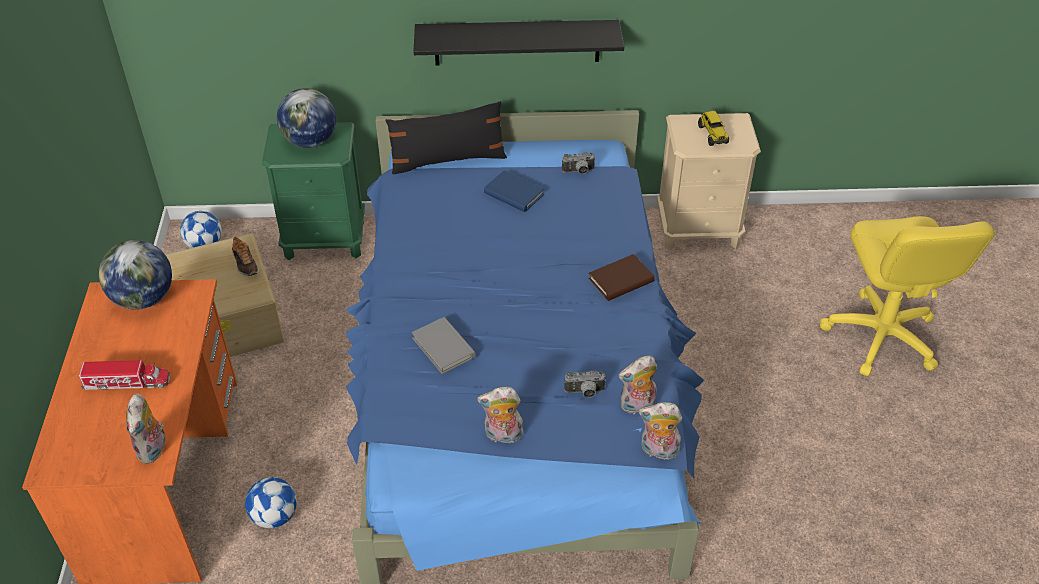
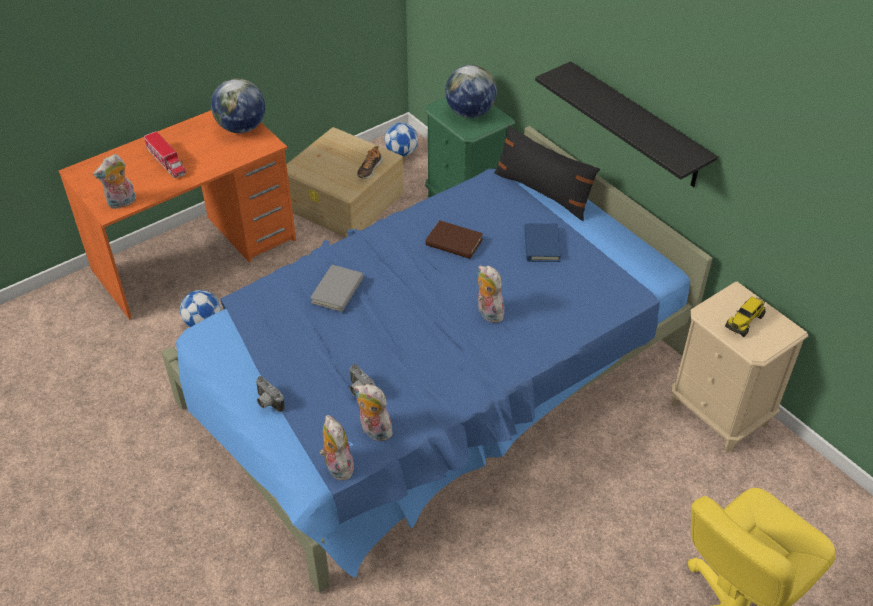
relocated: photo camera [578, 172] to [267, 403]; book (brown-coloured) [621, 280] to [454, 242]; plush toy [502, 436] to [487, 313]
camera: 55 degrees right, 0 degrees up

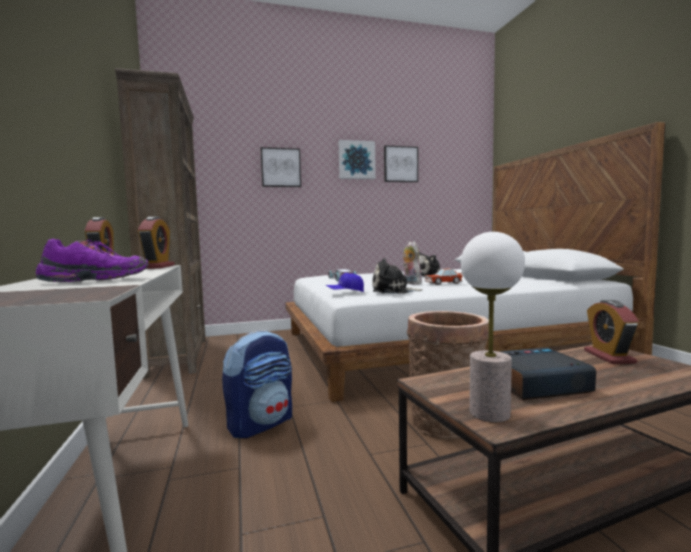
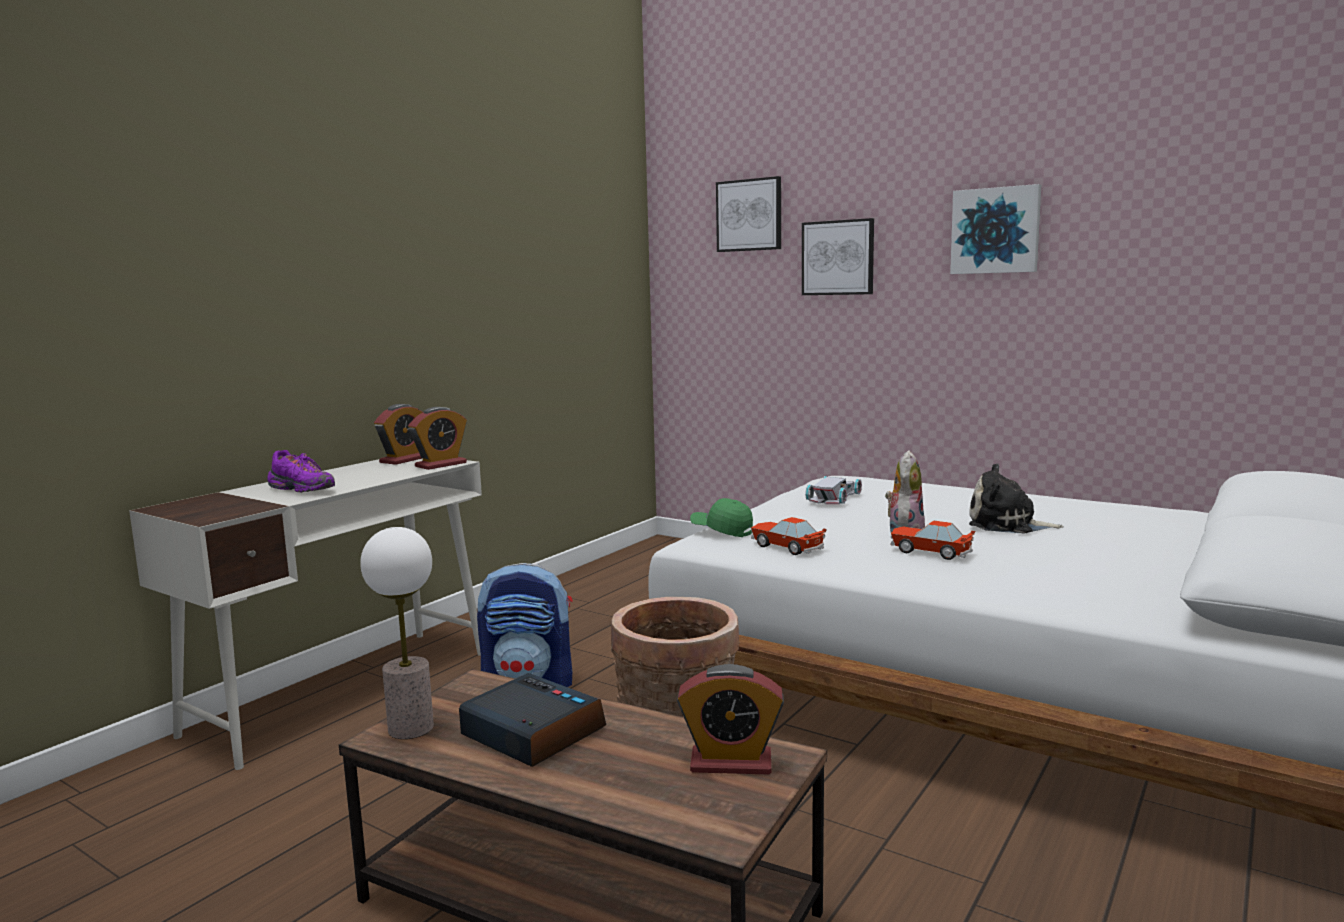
missing: bookshelf (brown-coloured) [178, 356]
relocated: picture [400, 164] to [749, 215]
exchanged: plush toy [393, 291] to toy car [786, 547]
colour: peaked cap (bluish) [345, 292] to peaked cap (green) [722, 531]
spun: alarm clock [609, 356] = [731, 762] 135 degrees counterclockwise
camera: 50 degrees right, 5 degrees up

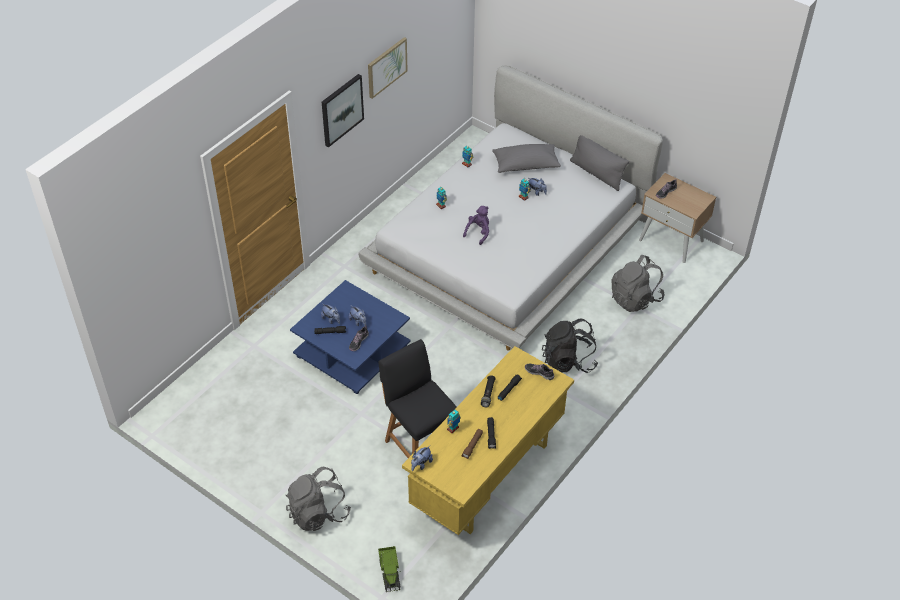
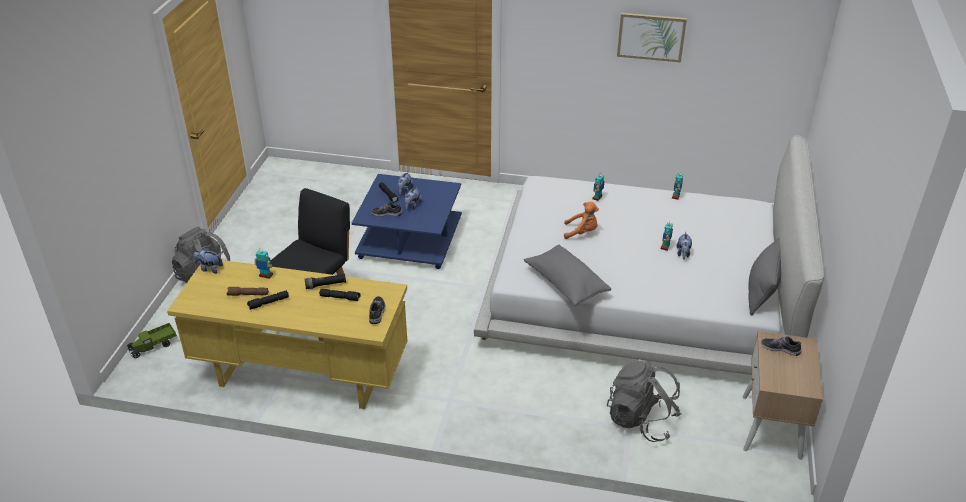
missing: picture [341, 109]; rucksack (blackish) [568, 361]
relocated: pillow (gray) [525, 165] to [565, 284]
colour: plush toy (purple) [478, 232] to plush toy (orange) [582, 232]
camera: 65 degrees right, 10 degrees down

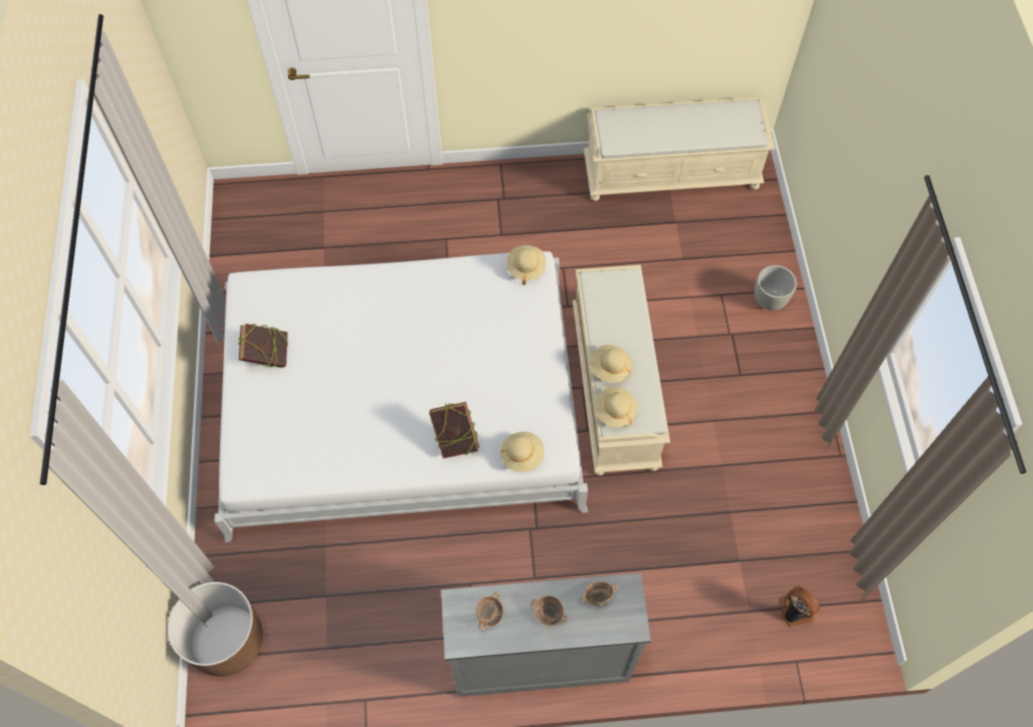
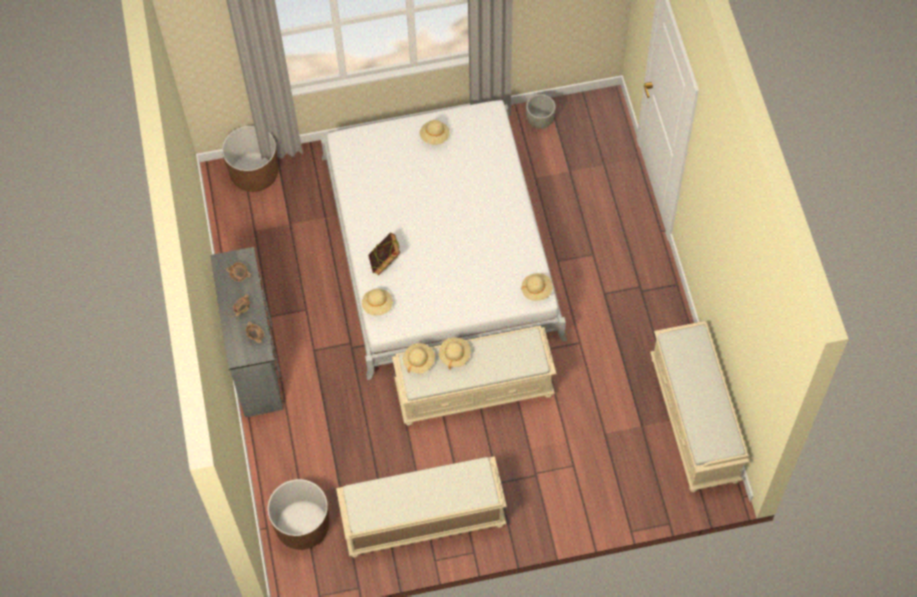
appeared: indoor bench (beige-coloured) [422, 520]
relocated: planter (gray) [770, 300] to [539, 122]
exchanged: electric fan [794, 612] to planter (brown-coloured) [302, 526]; book [268, 357] to wearable hat (beige-coloured) [434, 137]
camera: 85 degrees right, 0 degrees up

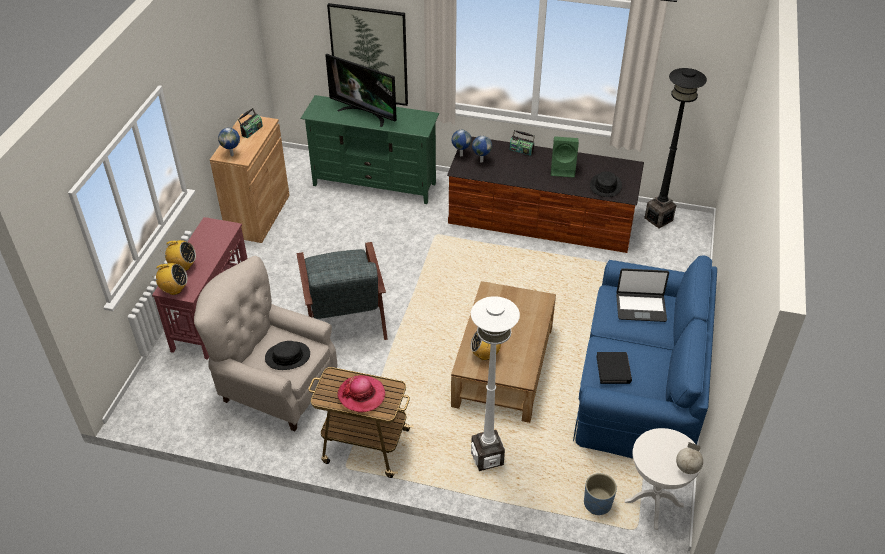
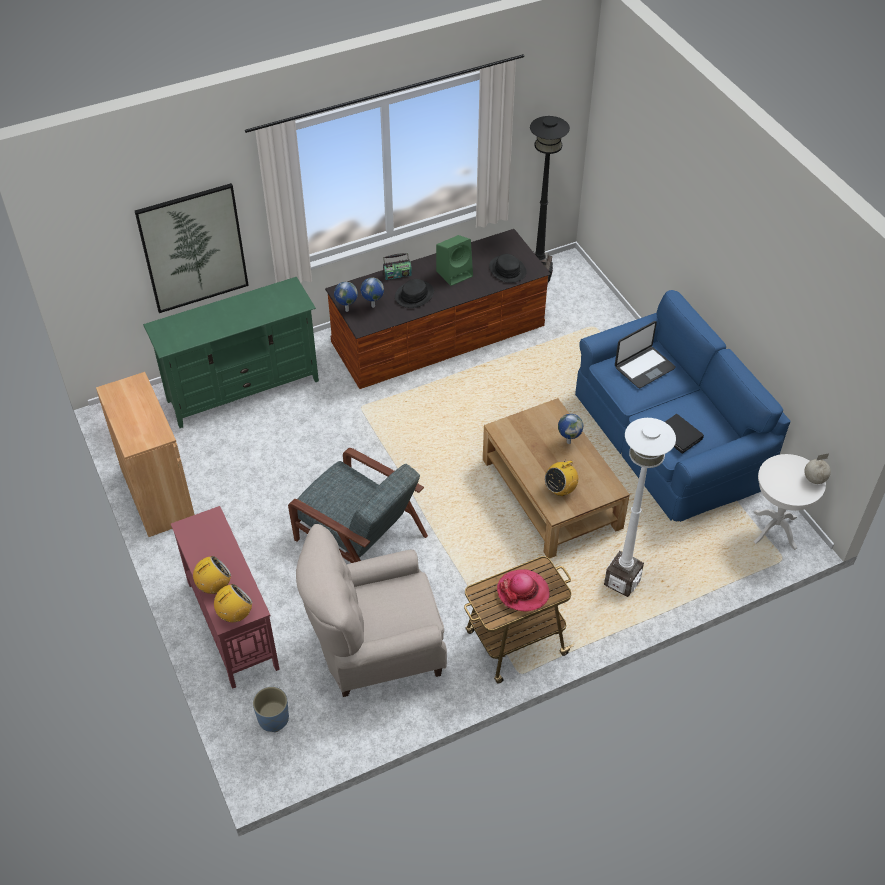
missing: radio [251, 131]; TV set [365, 114]
relocated: planter (bluish) [597, 503] to [273, 719]; wearable hat (blackish) [287, 356] to [414, 295]; world globe [232, 154] to [568, 442]
camera: 40 degrees left, 5 degrees up

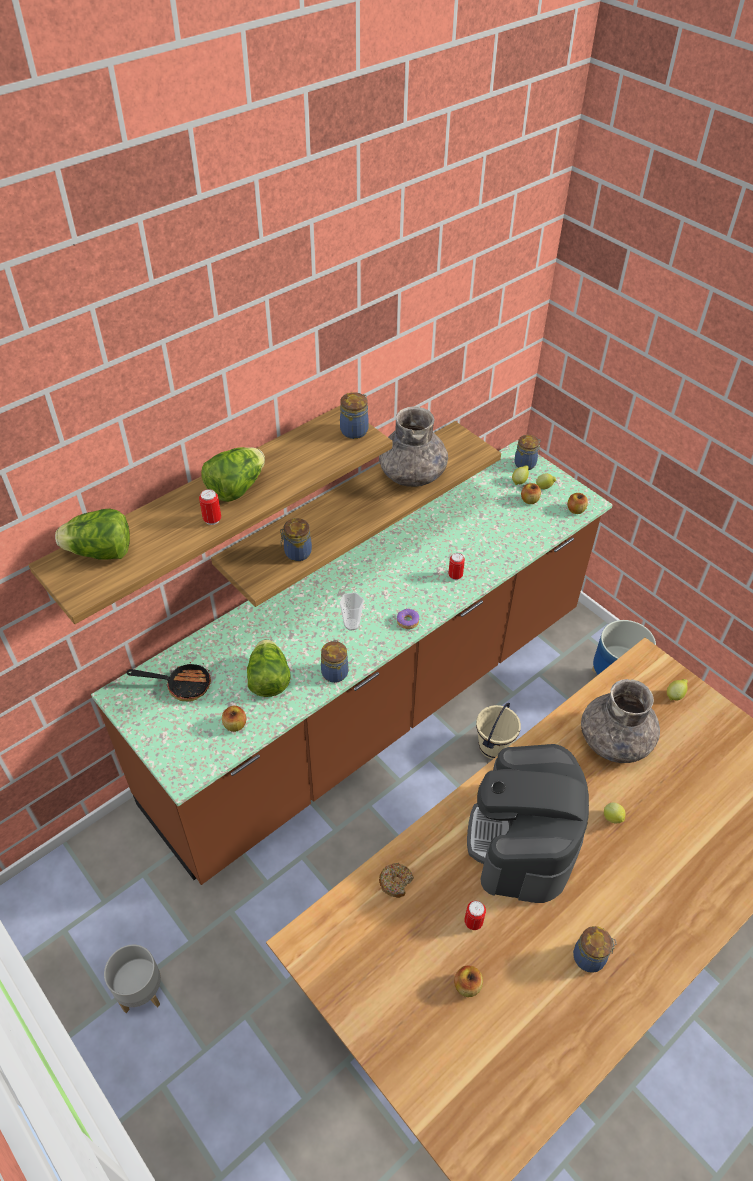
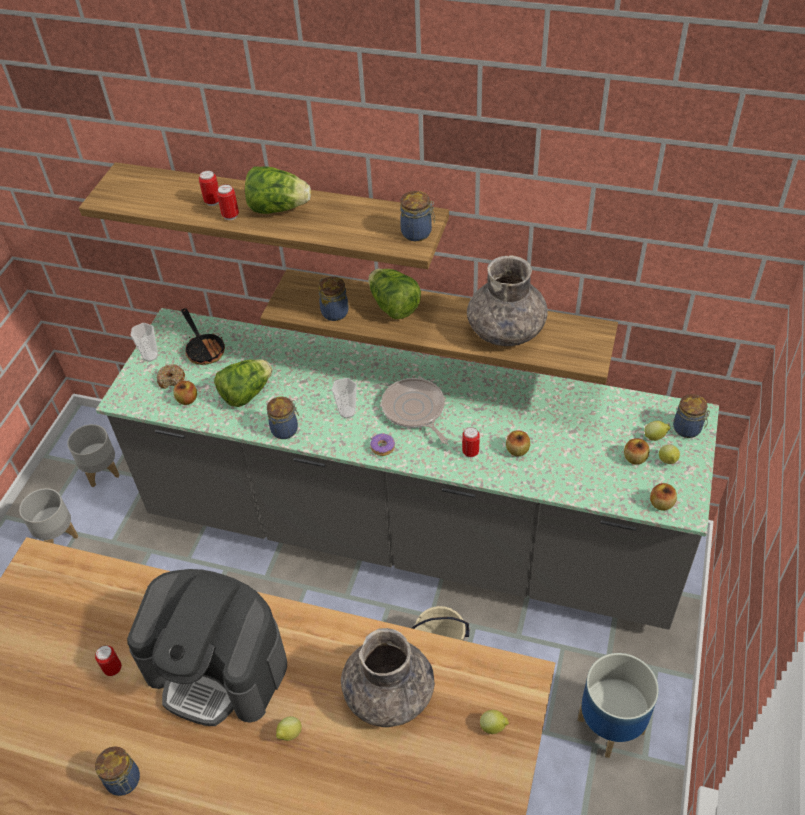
appeared: planter (gray) [101, 472]; cup [150, 356]; can [212, 201]; pan [415, 410]
relocated: donut [396, 882] to [172, 380]; lettuce head [101, 552] to [393, 307]; whole apple [467, 985] to [517, 450]
colour: kitchen counter (brown-coloured) [374, 706] to kitchen counter (gray) [410, 532]
spun: coffee brewer [523, 840] = [218, 667] 135 degrees counterclockwise
camera: 60 degrees right, 0 degrees up

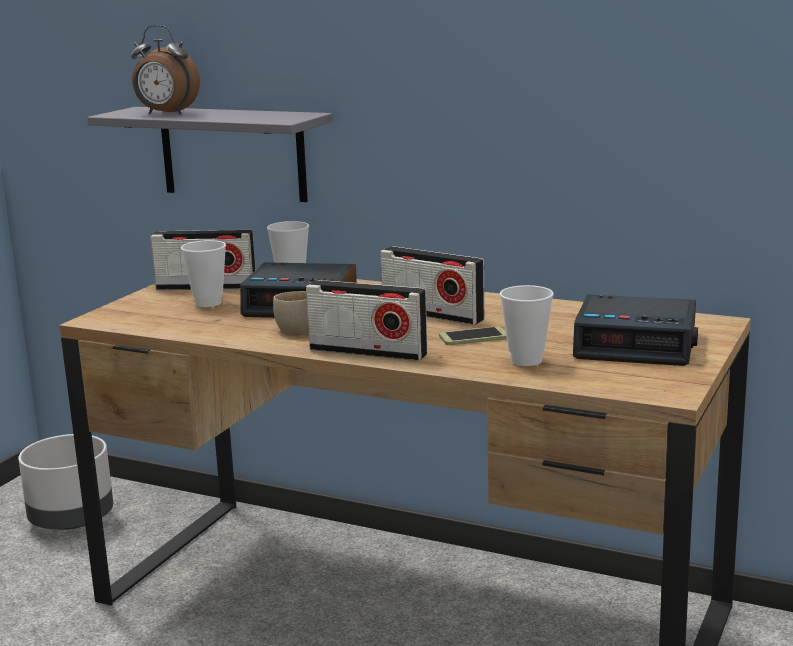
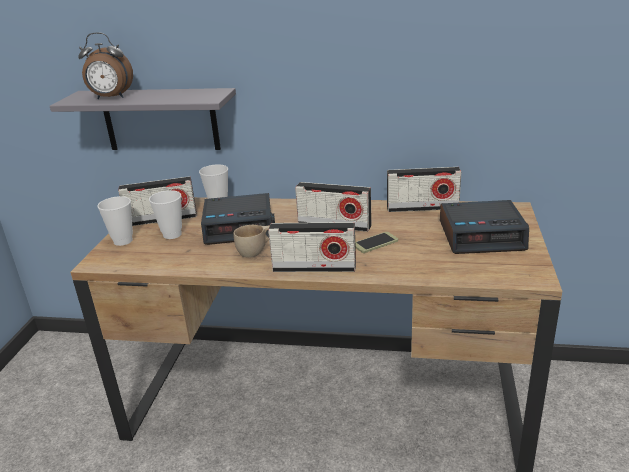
missing: planter (gray) [72, 520]
appeared: radio [422, 208]
relocated: cup [526, 360] to [123, 241]
camera: 15 degrees left, 10 degrees up

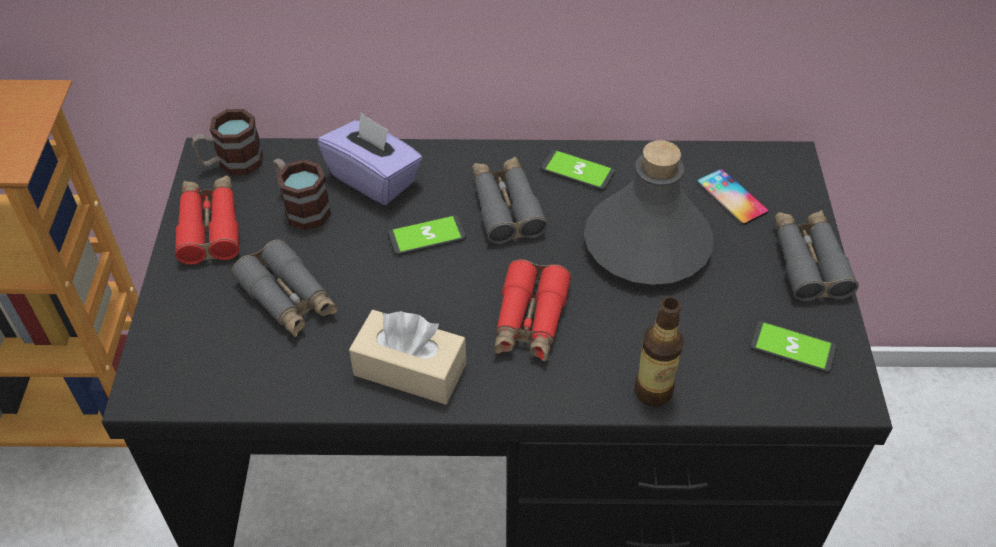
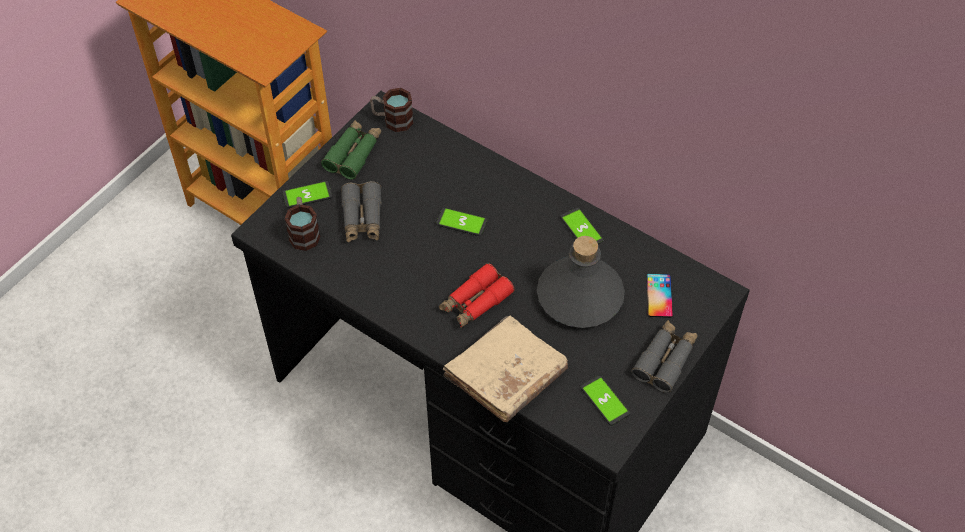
missing: tissue box (purple) [374, 179]; tissue box (beige-coloured) [410, 369]; field glasses (gray) [506, 207]
appeared: handset [307, 195]
relocated: coffee mug [301, 208] to [304, 232]
exchanged: drink bottle [653, 391] to book (beige-coloured) [506, 378]
colour: field glasses (red-coloured) [210, 226] to field glasses (green) [353, 154]
camera: 35 degrees right, 5 degrees up

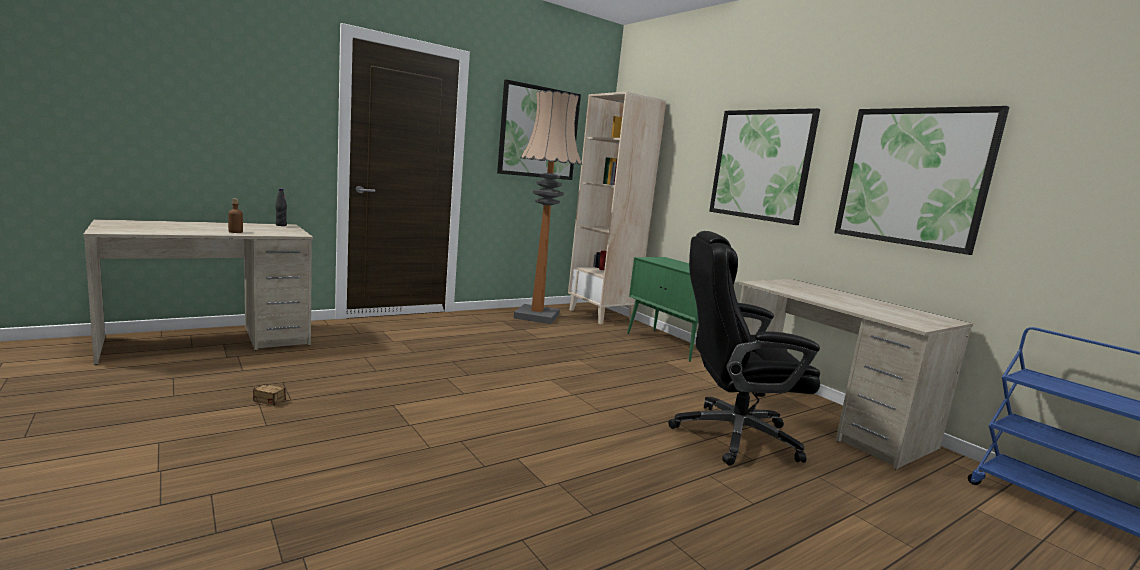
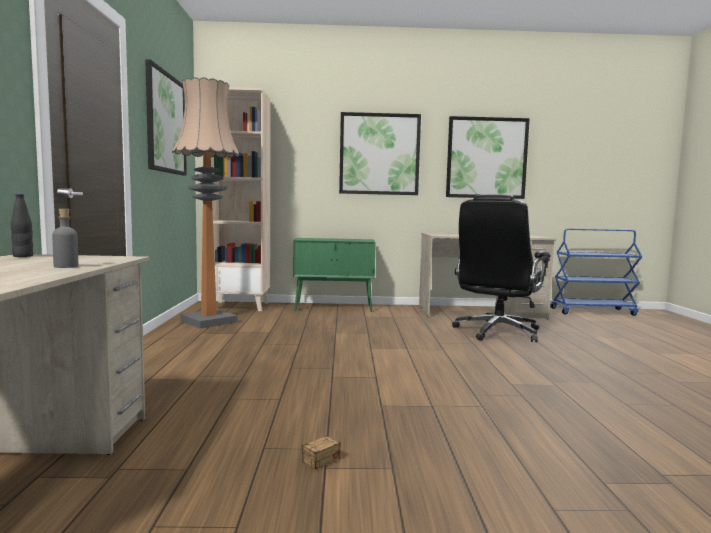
colour: drink bottle (brown-coloured) [235, 232] to drink bottle (gray) [66, 266]
camera: 55 degrees left, 5 degrees down

